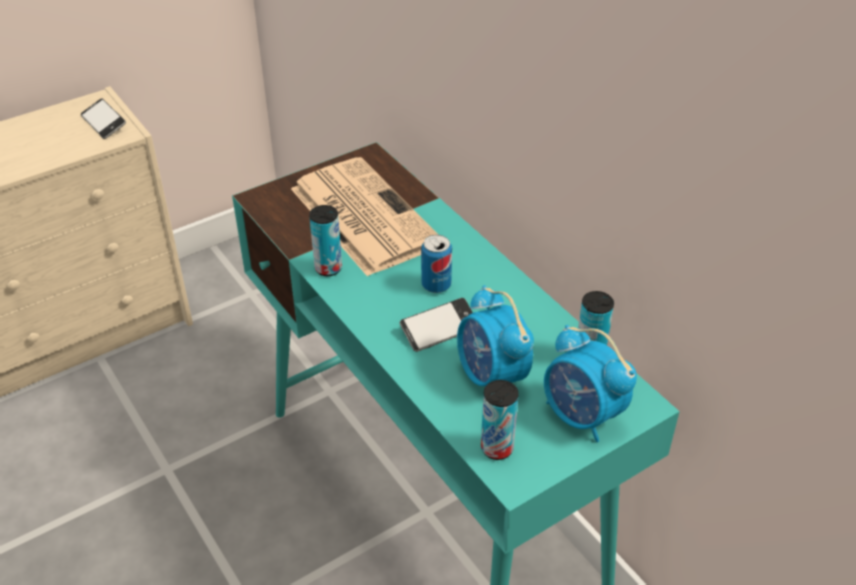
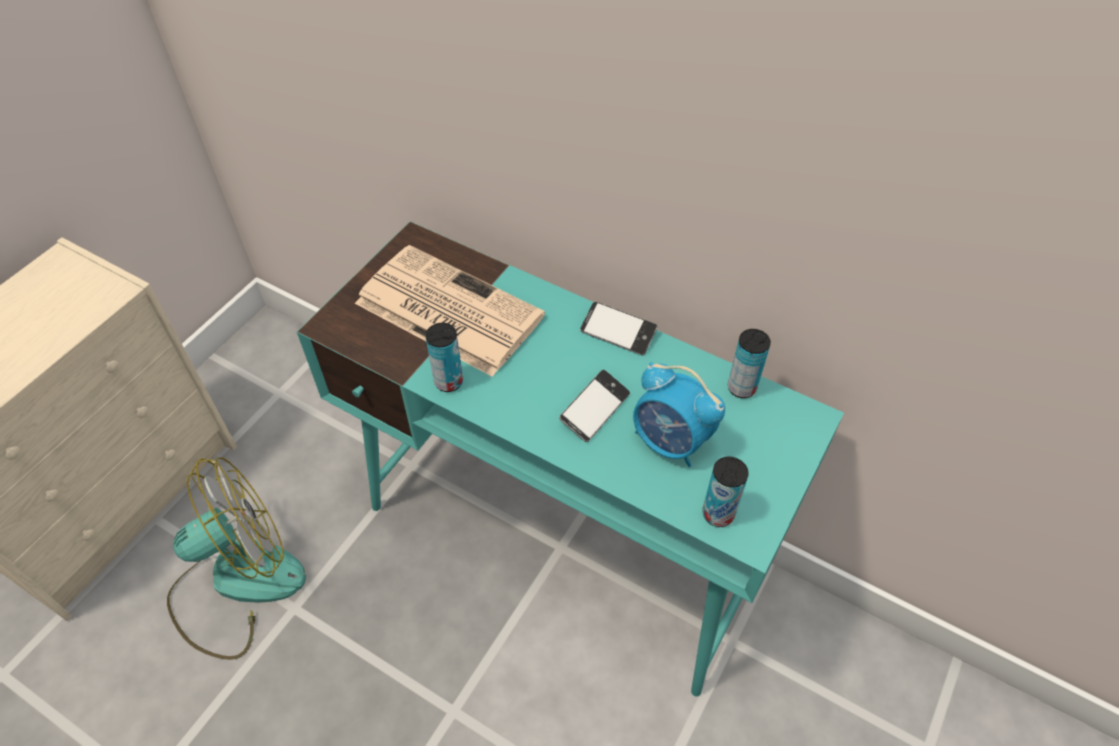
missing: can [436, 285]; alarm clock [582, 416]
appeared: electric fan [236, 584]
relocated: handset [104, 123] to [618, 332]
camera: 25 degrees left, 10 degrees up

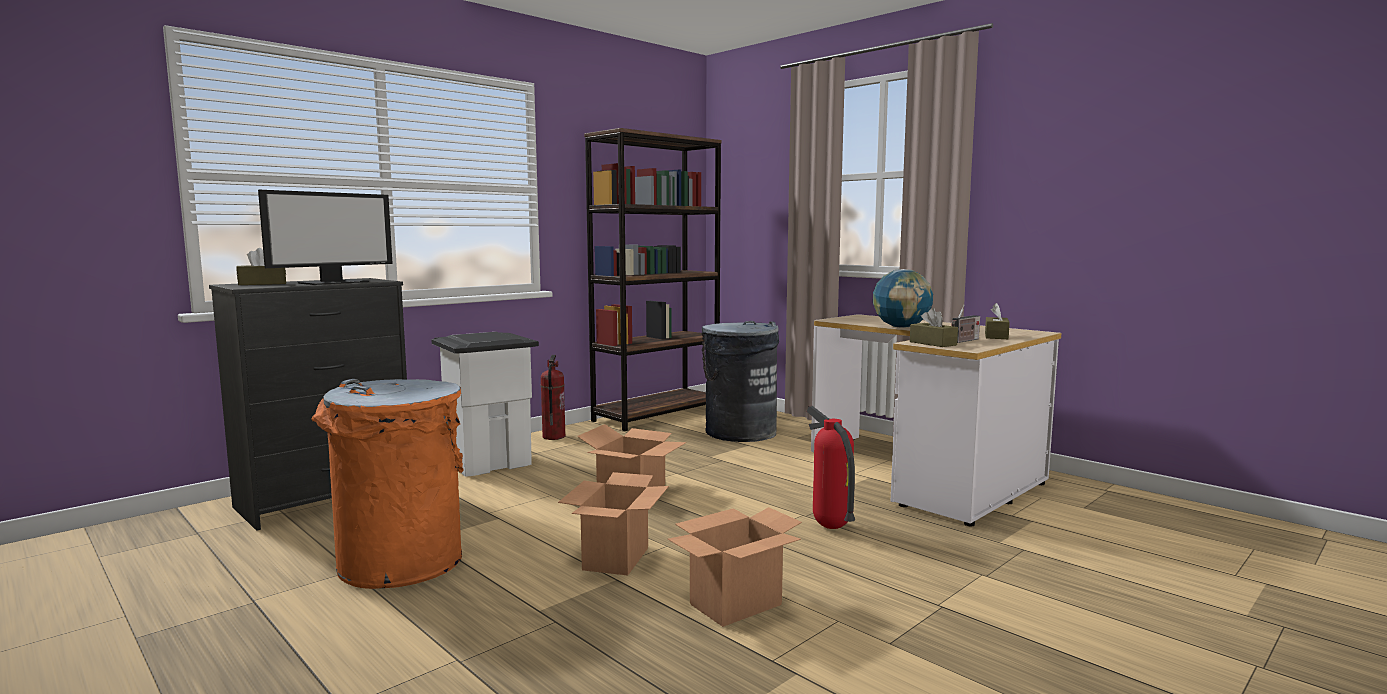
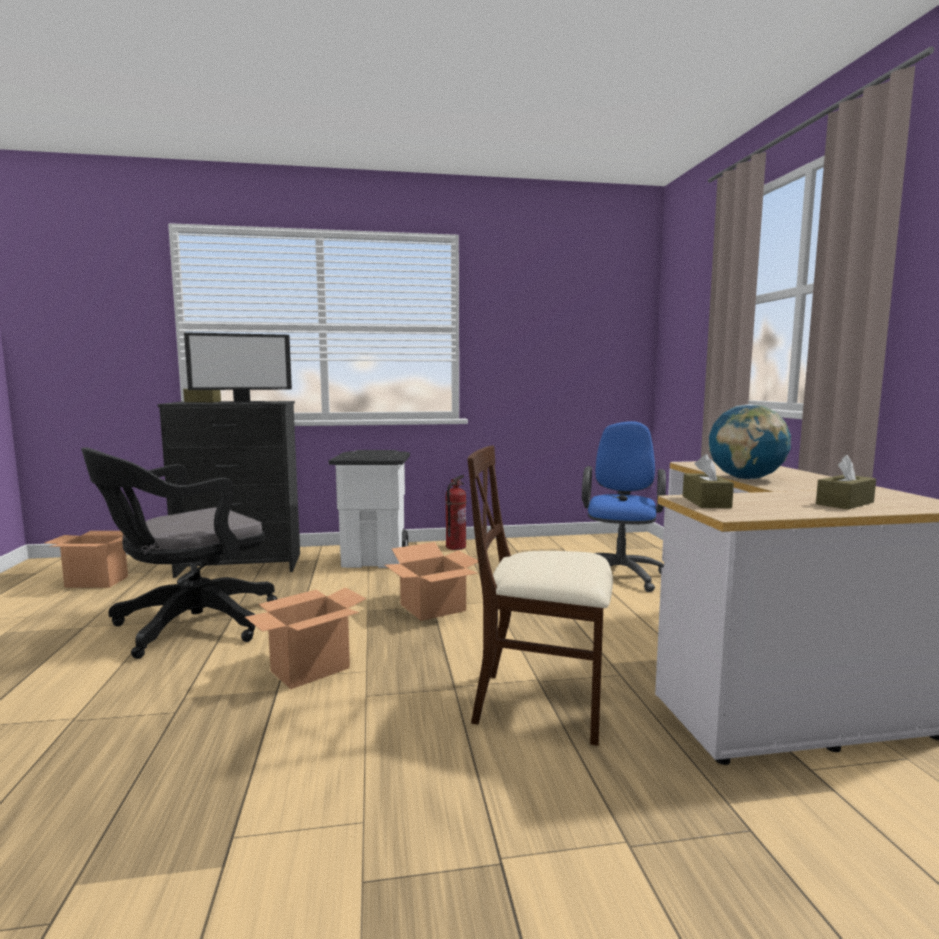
missing: bookshelf (brown-coloured) [657, 415]; radio [964, 341]
relocated: cardboard box [735, 605] to [96, 582]
exchanged: trash can (orange) [401, 564] to desk chair (blackish) [188, 626]; extinguisher [830, 527] to plain chair (beige-coloured) [541, 703]; trash can (gray) [740, 432] to desk chair (bluish) [620, 574]
camera: 35 degrees right, 0 degrees up

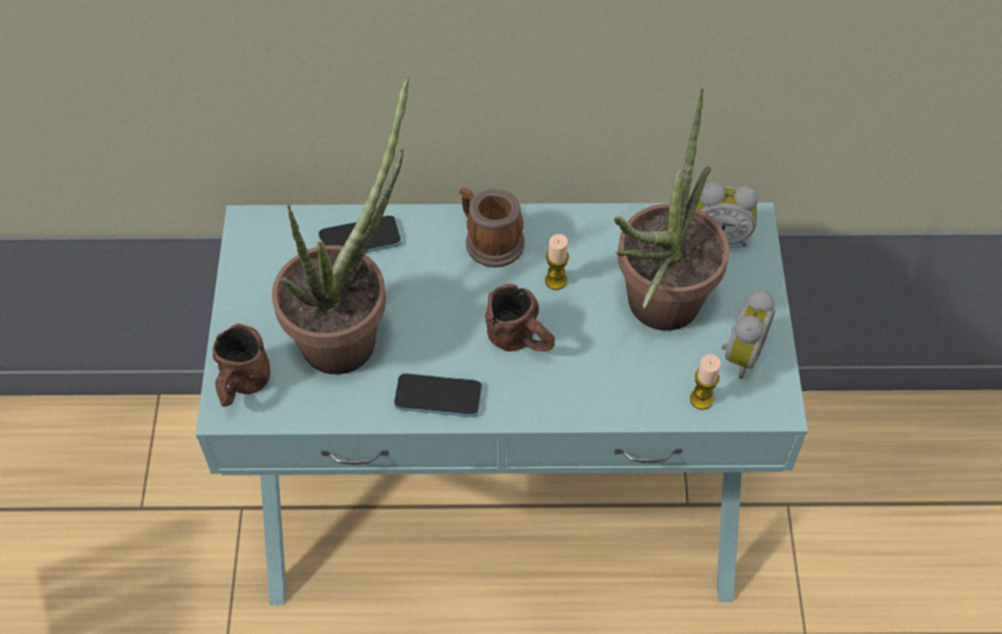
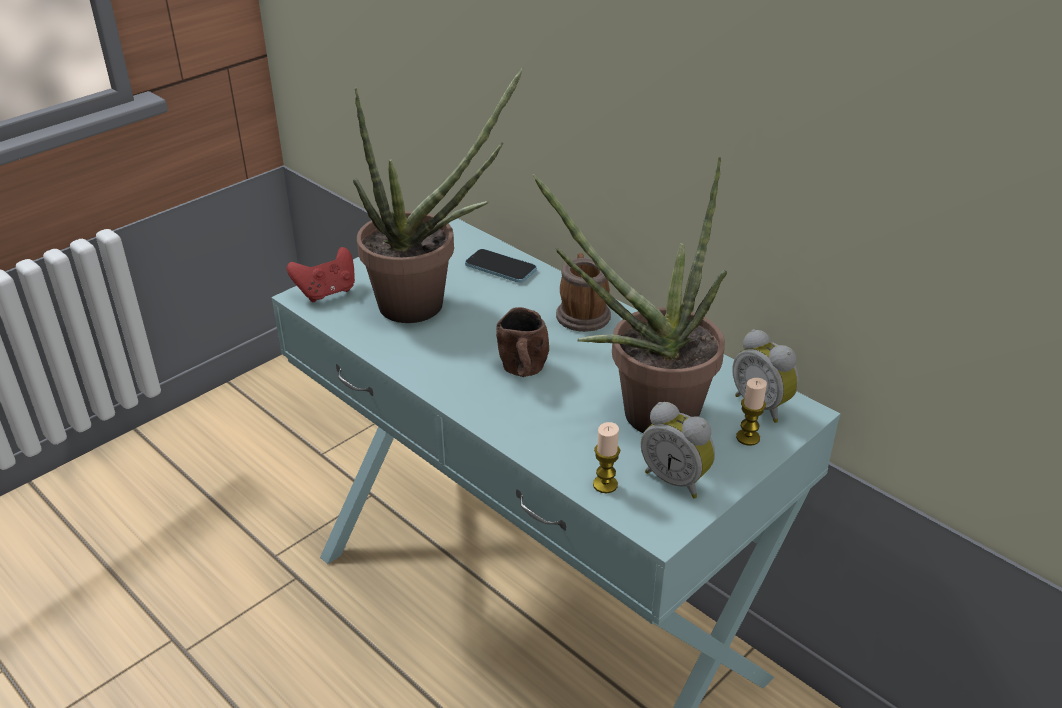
missing: handset [438, 396]
relocated: wax candle [556, 280] to [748, 437]
exchanged: coffee mug (brown-coloured) [242, 388] to game controller (red-coloured) [327, 292]
spun: alarm clock [739, 354] = [676, 479] 60 degrees clockwise
camera: 45 degrees right, 20 degrees down

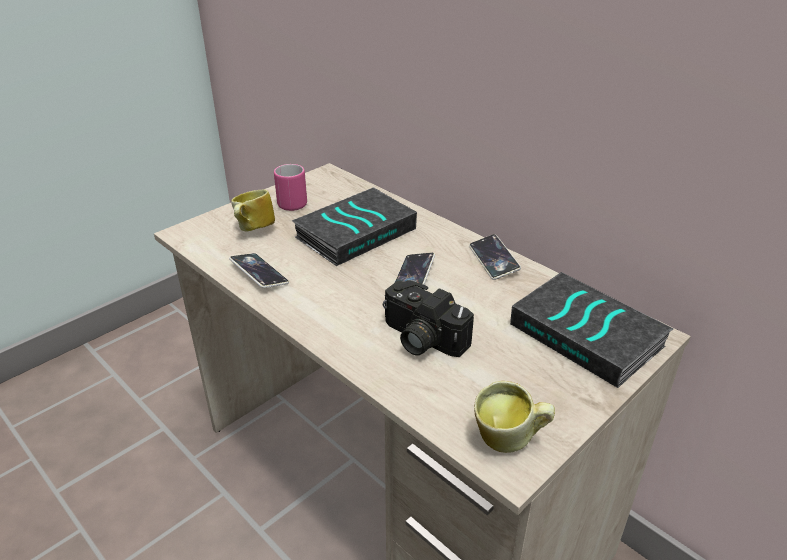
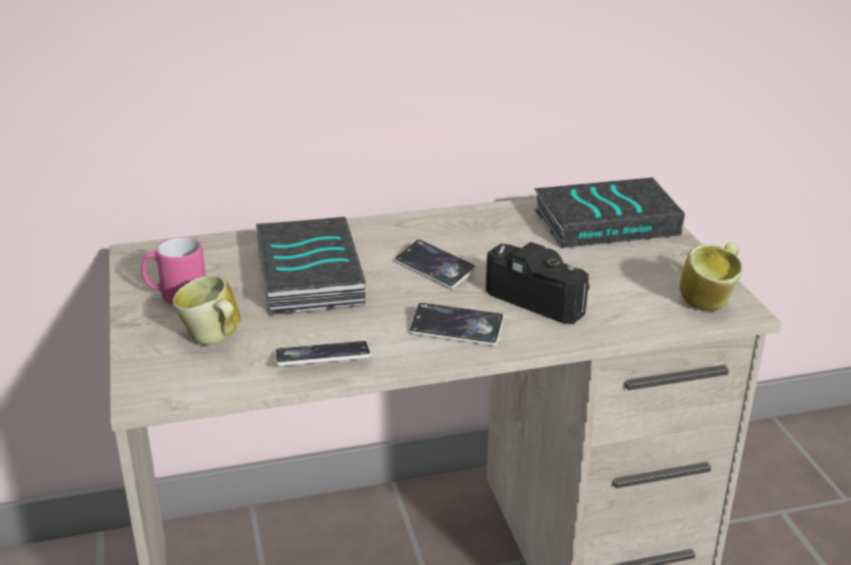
relocated: handset [493, 260] to [456, 329]
spun: photo camera [420, 339] = [541, 297] 120 degrees counterclockwise
camera: 60 degrees left, 5 degrees down

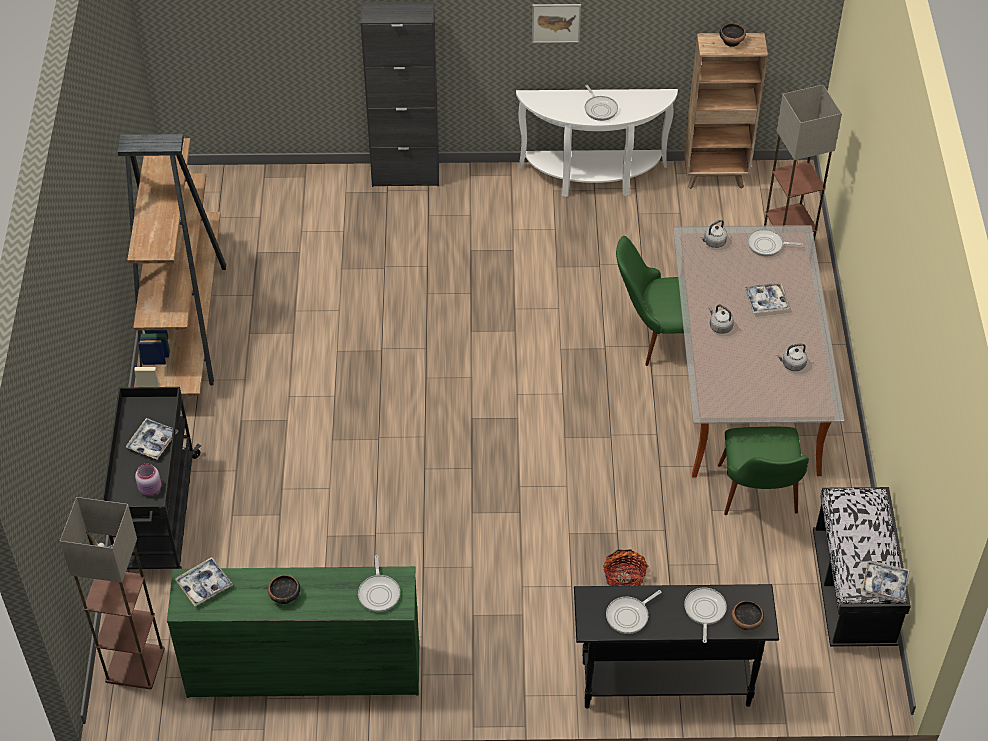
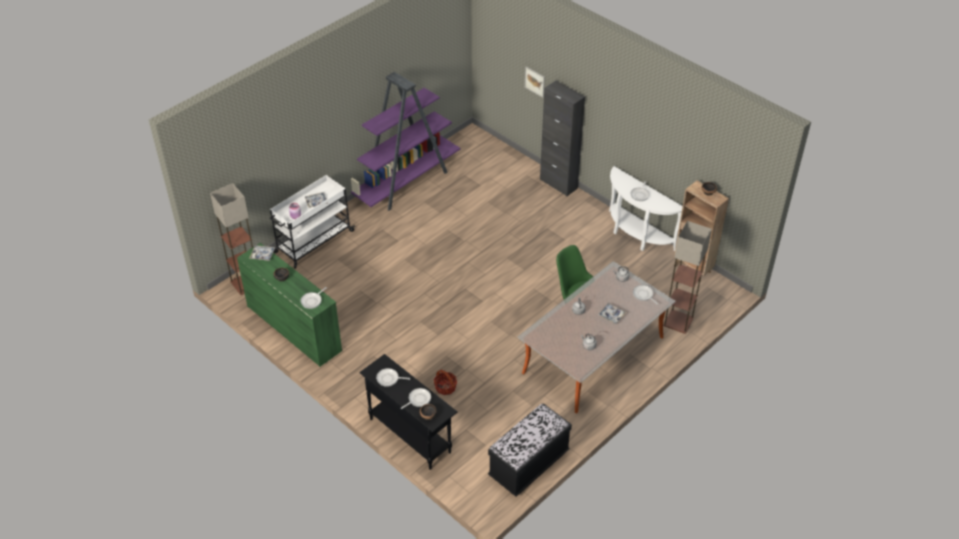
missing: plain chair (green) [759, 501]; serving tray [884, 584]
relocated: picture [556, 22] to [534, 81]
colour: trolley (blackish) [158, 518] to trolley (whitish) [313, 242]; bookshelf (brown-coloured) [184, 321] to bookshelf (purple) [407, 182]
camera: 45 degrees right, 5 degrees down

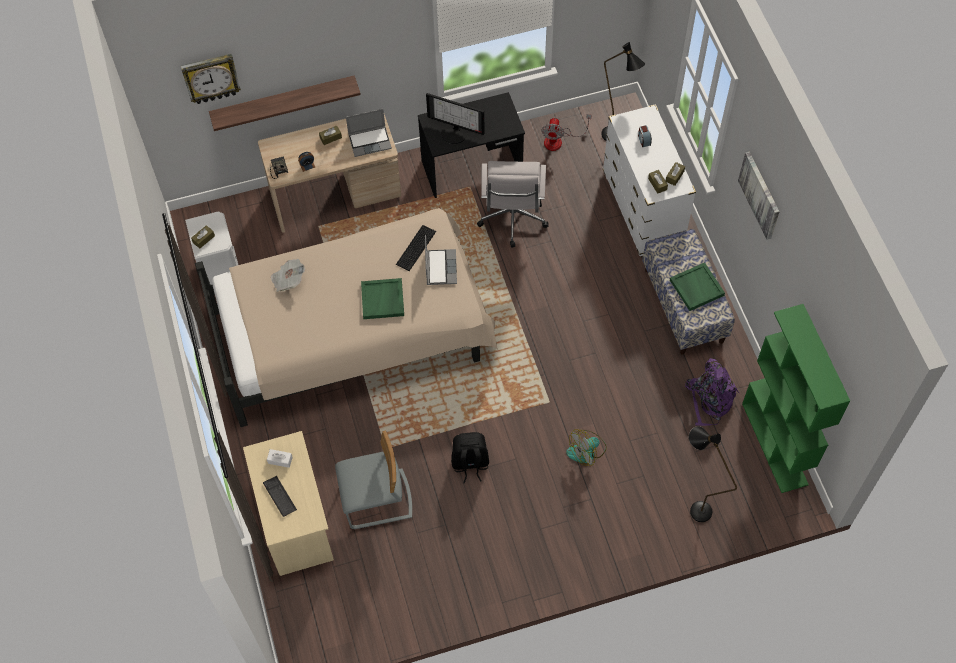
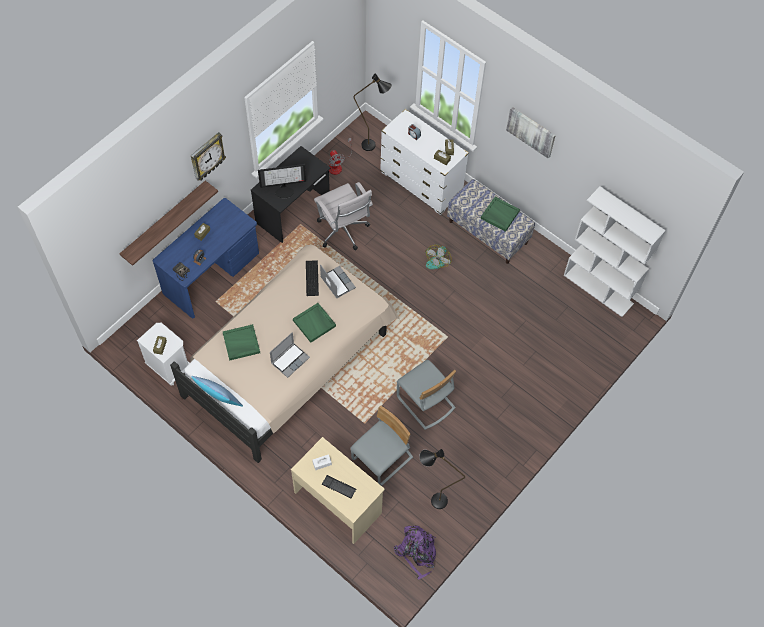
appeared: pillow [219, 400]
relocated: hanging clock [211, 78] to [207, 157]; laptop [370, 141] to [290, 360]; rucksack (purple) [710, 399] to [417, 552]; floor lamp (blackish) [693, 507] to [432, 500]; electric fan [586, 450] to [437, 259]
exchanged: printed paper [288, 280] to serving tray (green) [241, 343]; rucksack (blackish) [470, 464] to plain chair (gray) [425, 403]
colour: desk table (beige-coloured) [335, 194] to desk table (bluish) [212, 274]; bookshelf (green) [775, 444] to bookshelf (whitish) [599, 289]
camera: 35 degrees left, 0 degrees up

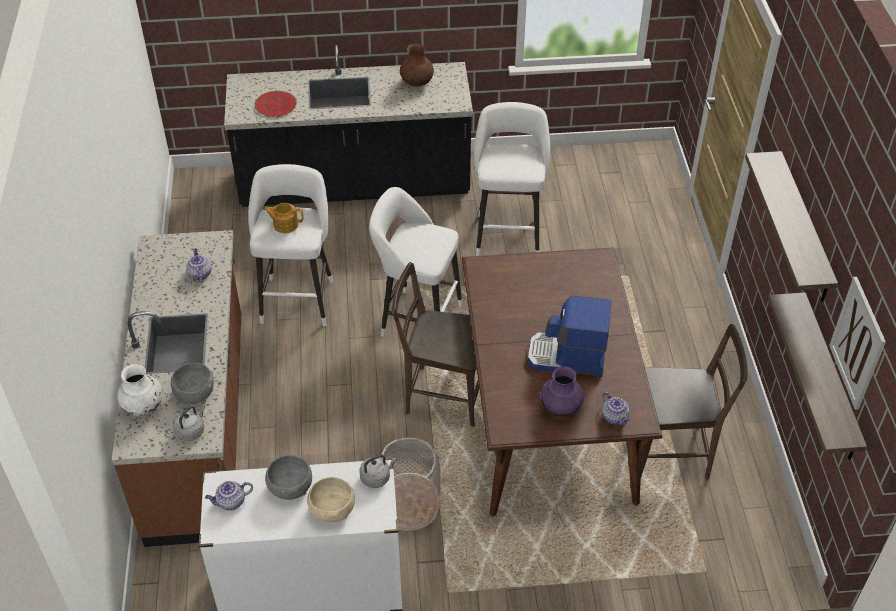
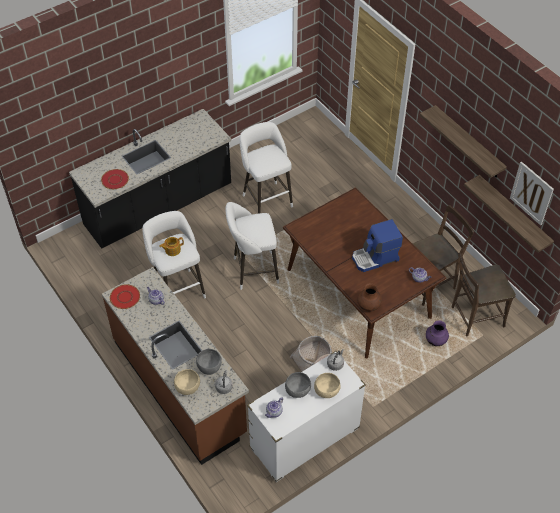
appeared: flat dish (red-coloured) [125, 297]
relocated: decorative vase (brown-coloured) [417, 83] to [369, 306]; decorative vase (purple) [561, 408] to [435, 340]; plain chair (brown-coloured) [441, 394] to [474, 317]
exchanged: decorative vase (whitish) [143, 407] to bowl (beige-coloured) [188, 387]
camera: 30 degrees left, 5 degrees up

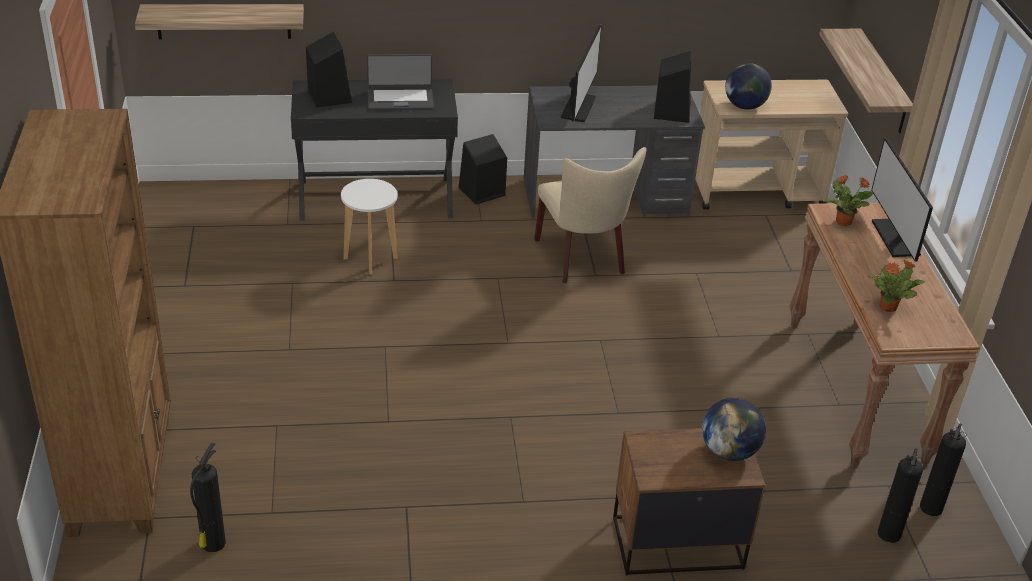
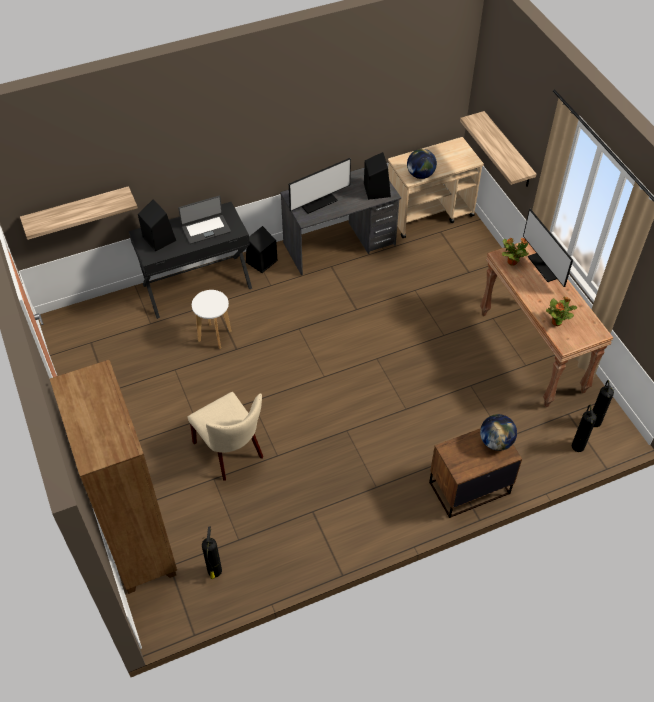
relocated: plain chair (beige-coloured) [583, 259] to [231, 452]
spun: computer screen [578, 107] = [318, 202] 60 degrees clockwise
camera: 15 degrees left, 15 degrees up

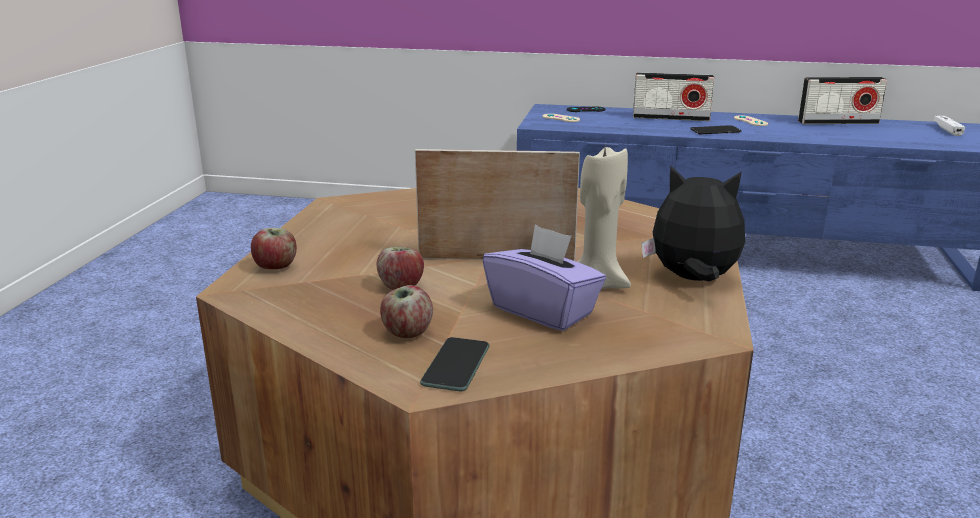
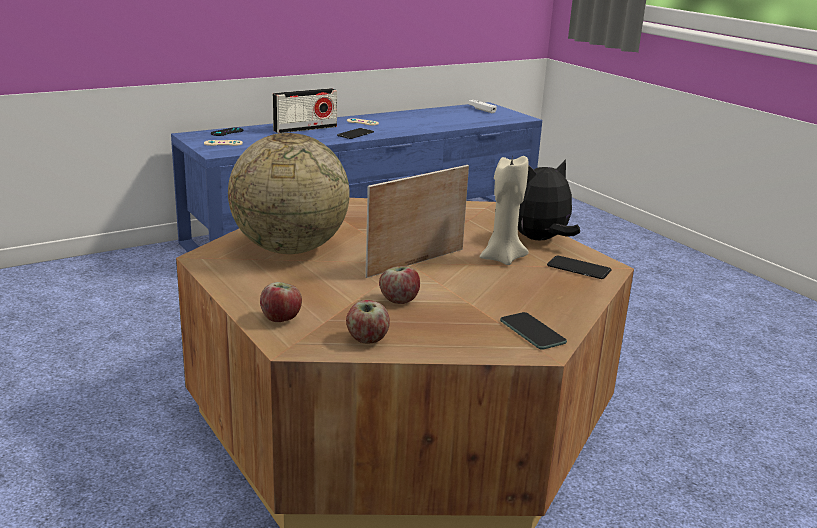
missing: tissue box (purple) [543, 310]; radio [838, 122]
appeared: world globe [289, 249]; handset [578, 268]
relocated: whole apple [407, 333] to [367, 339]
camera: 45 degrees left, 0 degrees up

